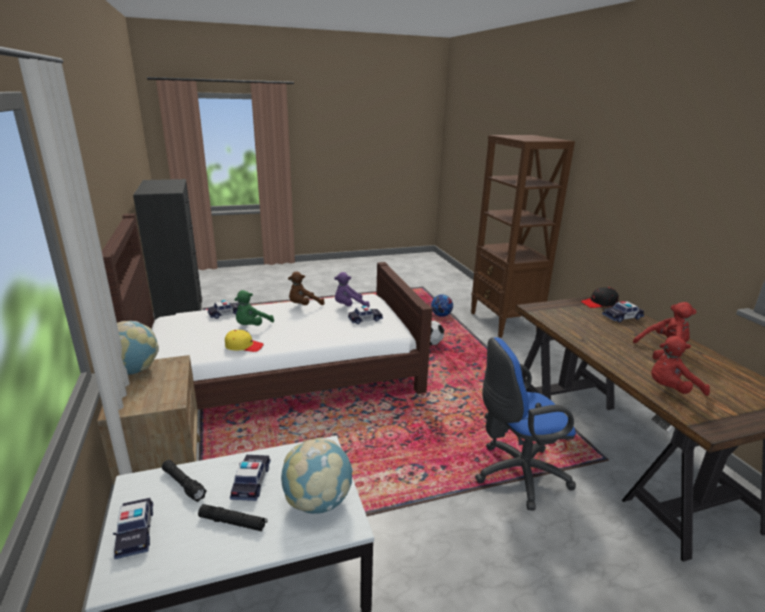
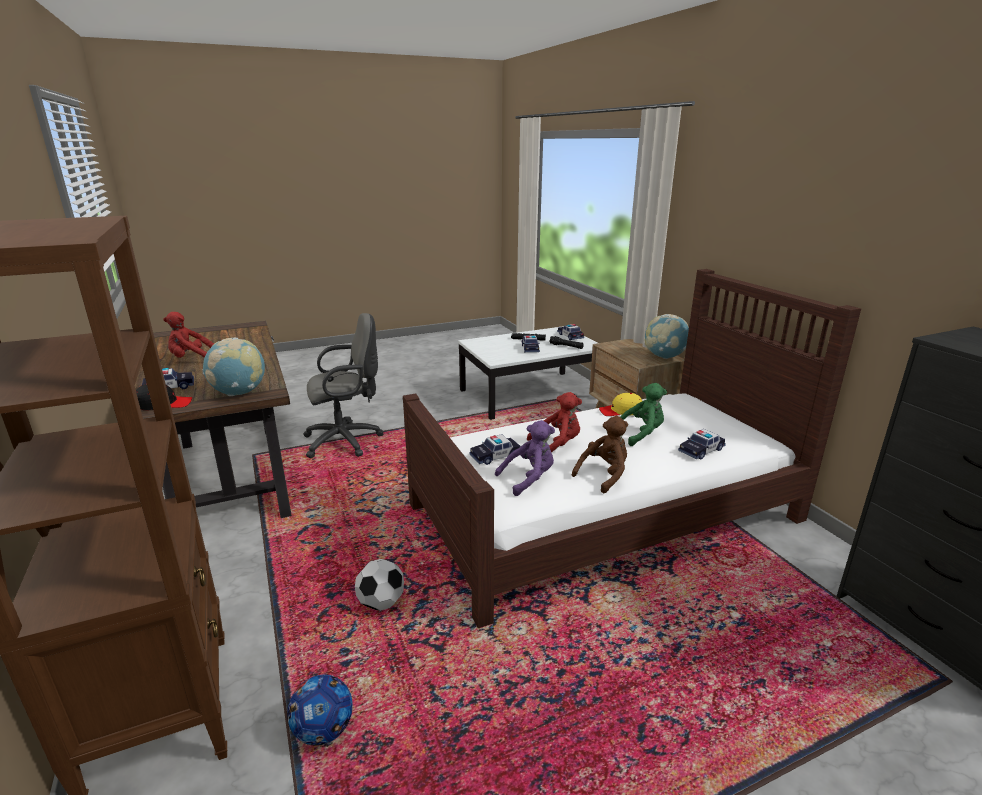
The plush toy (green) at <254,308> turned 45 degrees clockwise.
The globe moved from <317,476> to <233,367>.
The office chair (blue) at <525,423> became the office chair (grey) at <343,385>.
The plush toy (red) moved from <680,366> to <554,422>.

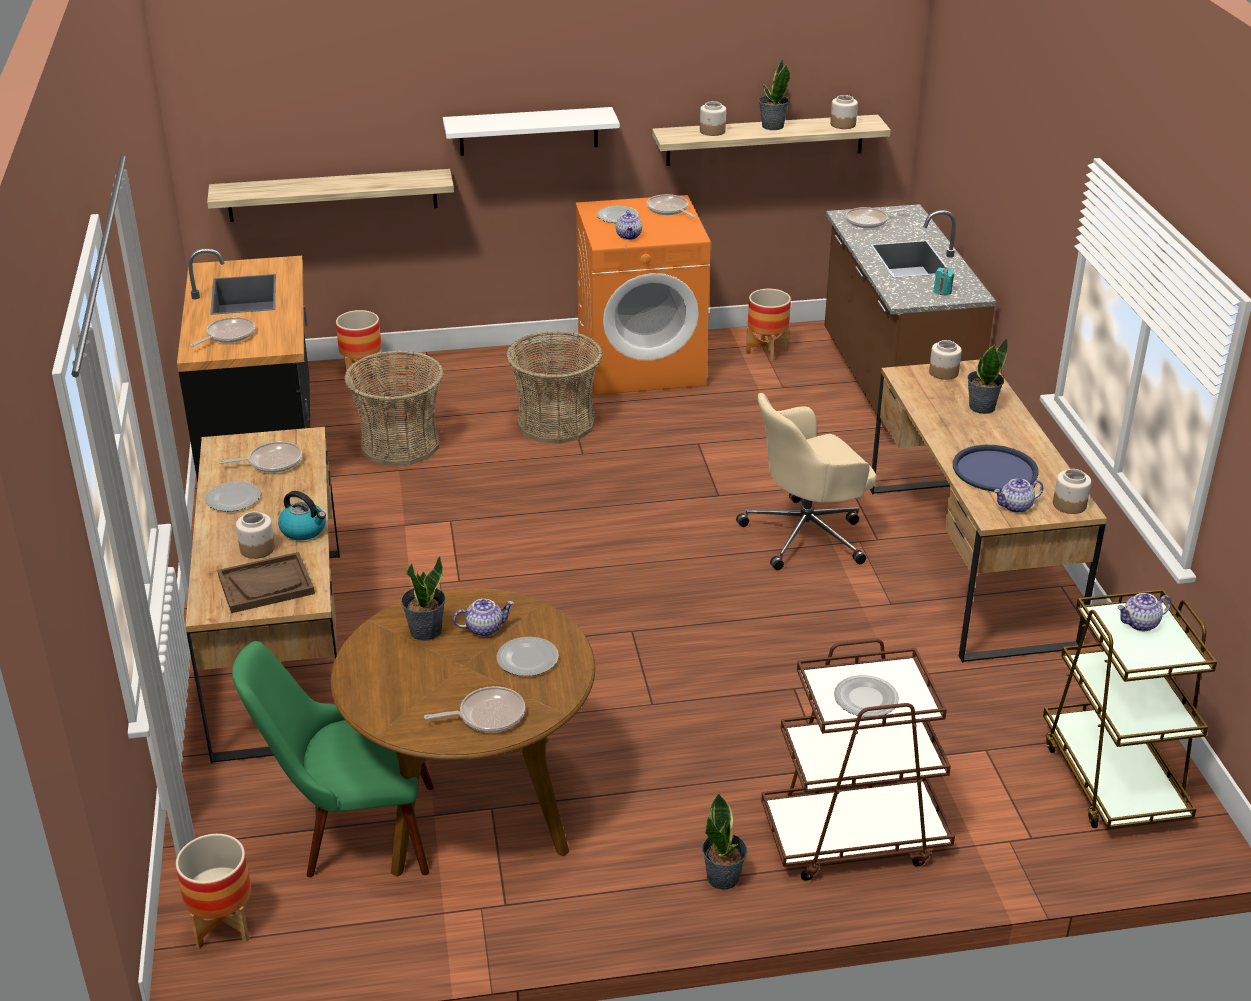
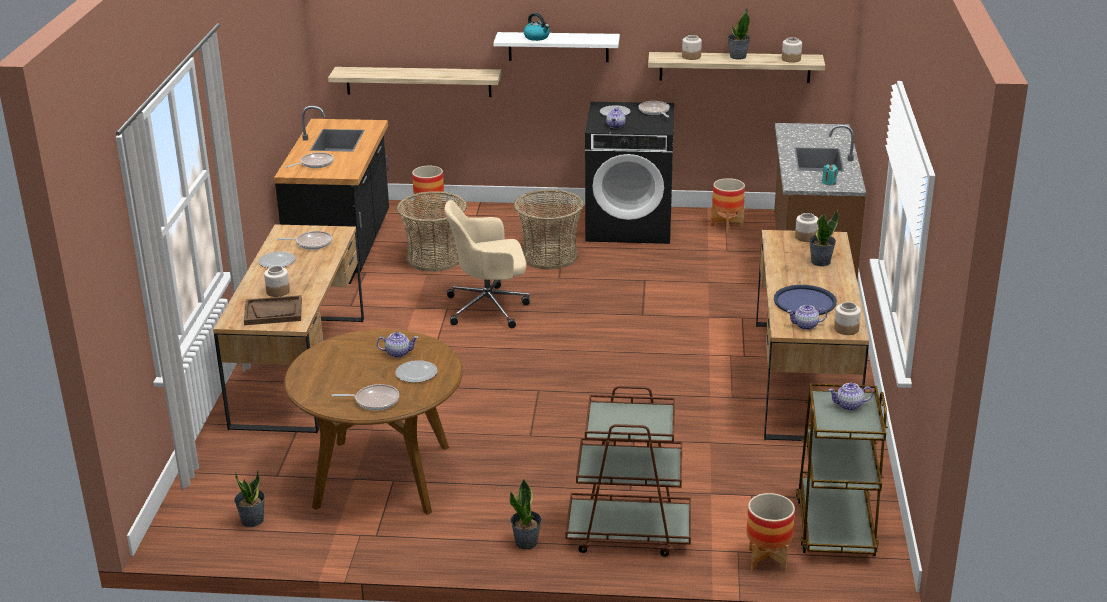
The planter moved from <213,891> to <770,532>.
The chair (green) at <333,759> disappeared.
The kettle moved from <302,515> to <536,27>.
The potted plant moved from <423,598> to <249,498>.
The washing machine (orange) at <643,295> became the washing machine (black) at <629,173>.
The office chair (beige) moved from <806,481> to <487,264>.
The plate at <866,696> disappeared.
The frying pan at <876,217> disappeared.

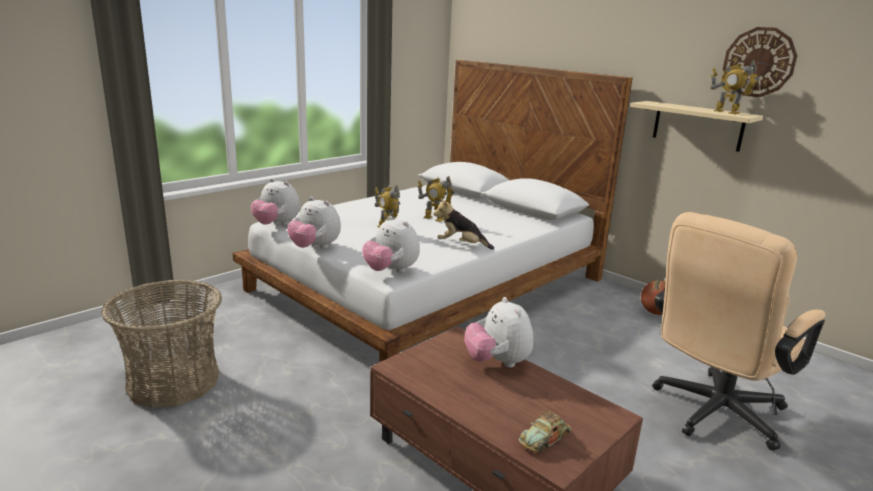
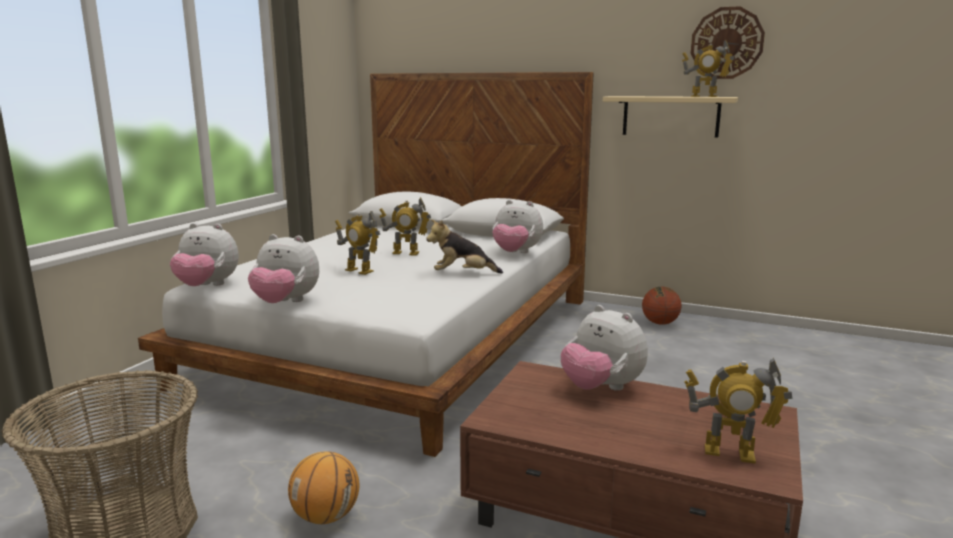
The plush toy moved from <391,244> to <517,226>.
The toy car at <545,431> was replaced by the toy robot at <738,411>.
The office chair (beige) at <738,331> disappeared.
The basketball at <323,487> appeared.

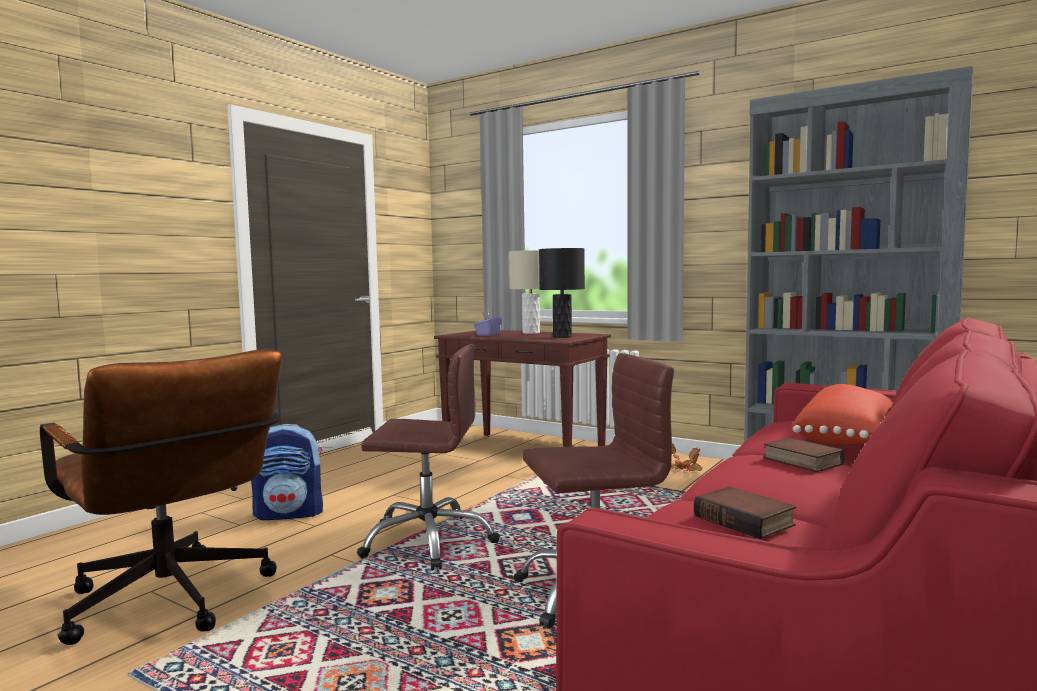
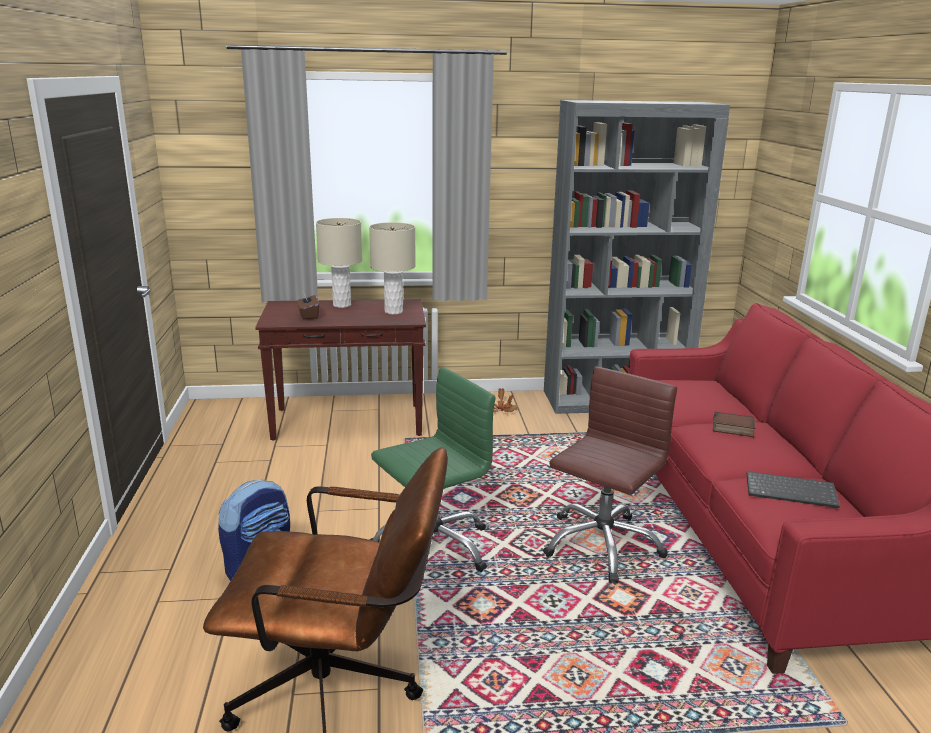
The office chair (brown) at <428,457> became the office chair (green) at <433,469>.
The tissue box (purple) at <488,324> became the tissue box (brown) at <308,306>.
The table lamp (black) at <562,293> became the table lamp (beige) at <392,268>.
The book at <745,512> was replaced by the keyboard at <793,489>.
The pillow (red) at <843,414> disappeared.

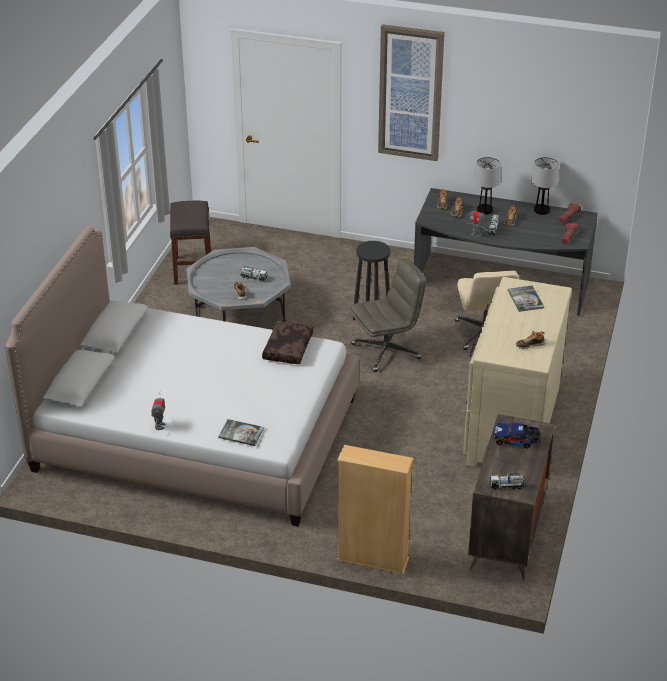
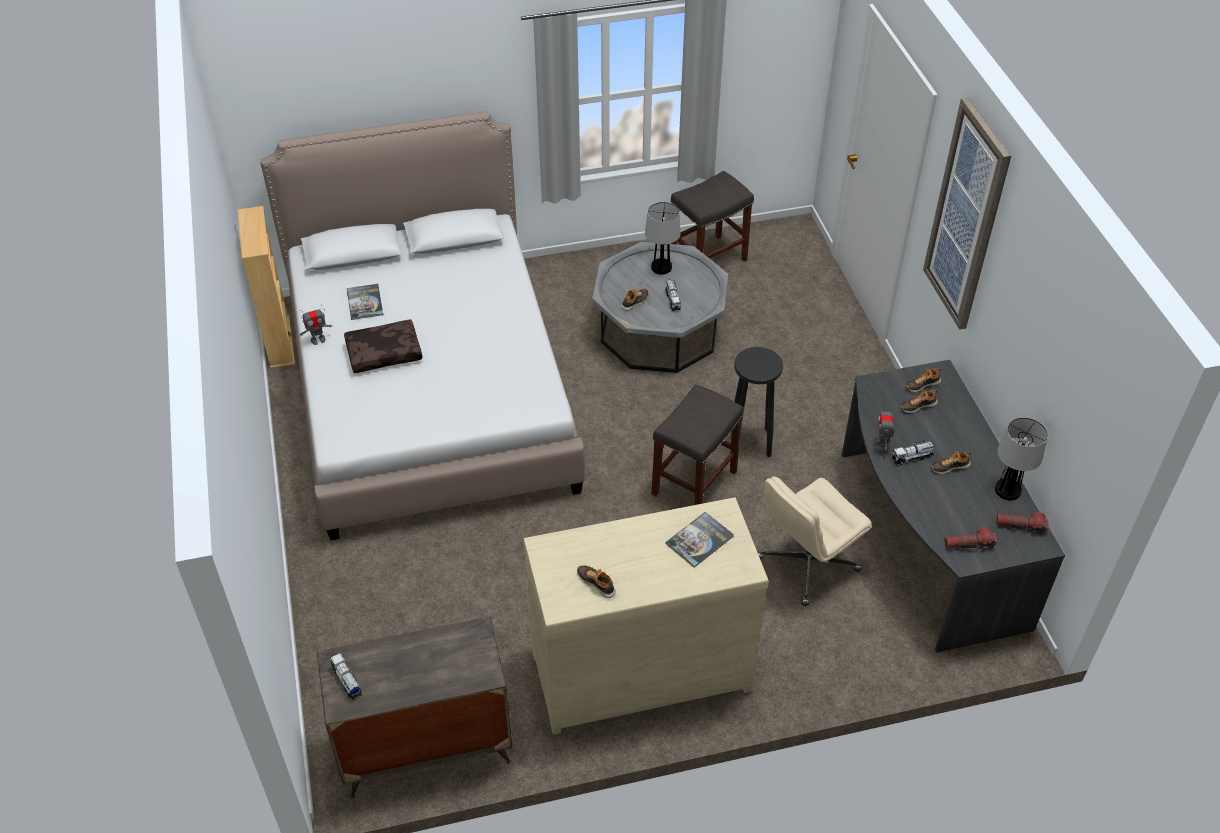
The book moved from <241,432> to <364,302>.
The pillow (brown) moved from <287,342> to <383,346>.
The bookcase (beige) moved from <375,509> to <266,287>.
The office chair (grey) at <388,315> was replaced by the stool (grey) at <697,444>.
The table lamp moved from <487,186> to <663,238>.
The toy truck at <517,436> disappeared.

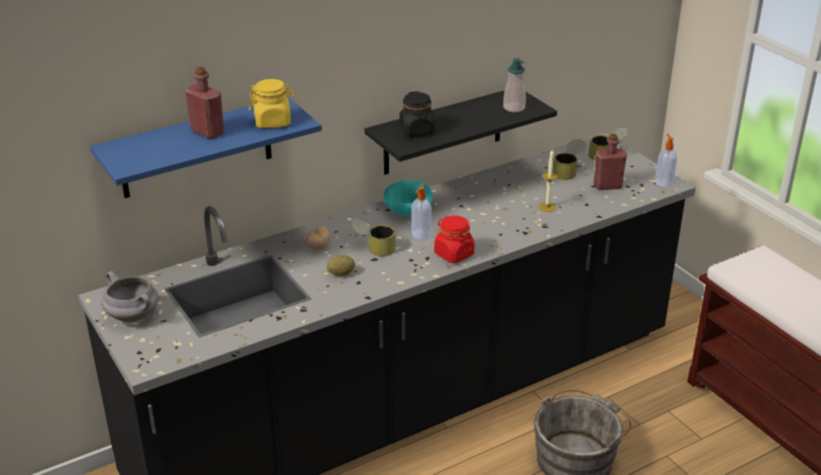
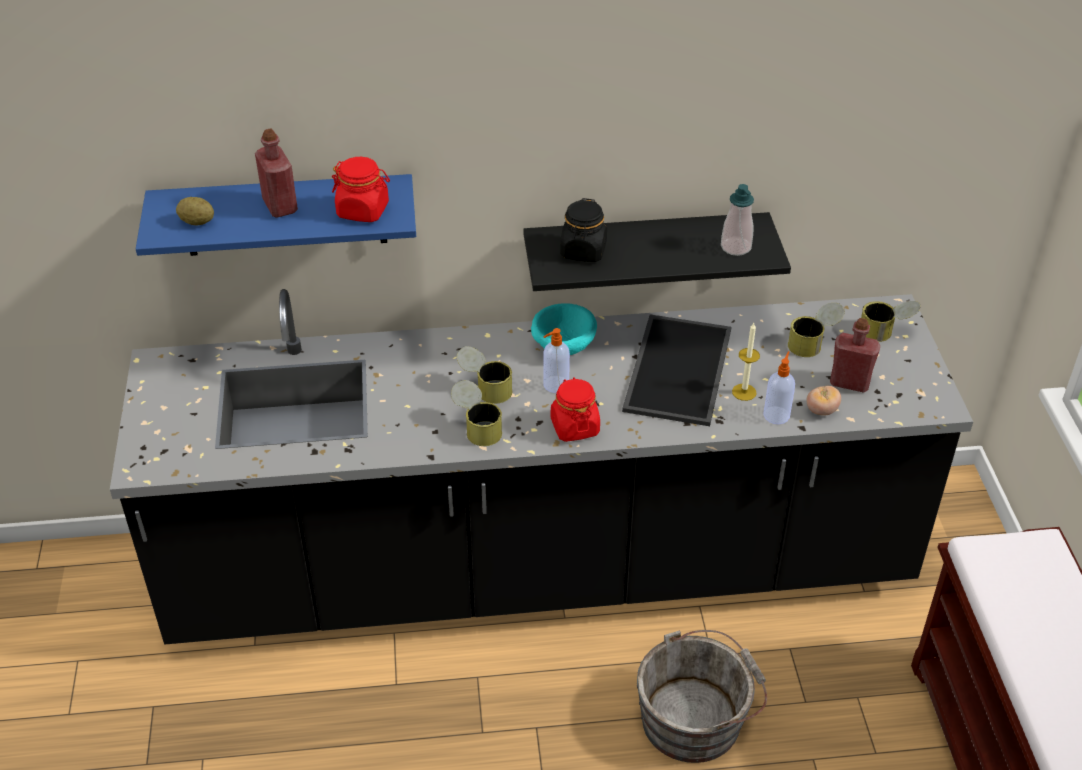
The cooking pot (grey) at <129,296> disappeared.
The jar (yellow) at <271,103> became the jar (red) at <361,189>.
The tomato moved from <317,238> to <823,401>.
The potato moved from <341,265> to <195,211>.
The soap dispenser moved from <666,160> to <779,387>.
The can at <476,413> appeared.
The tray at <676,370> appeared.

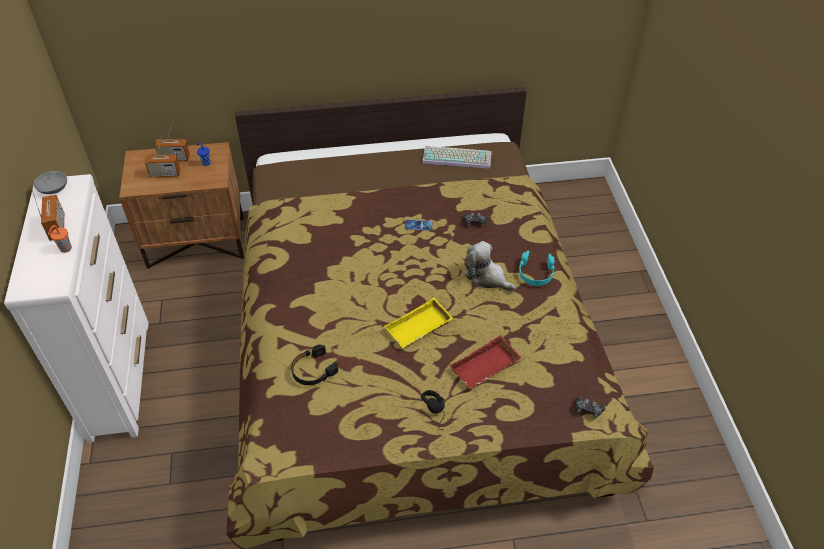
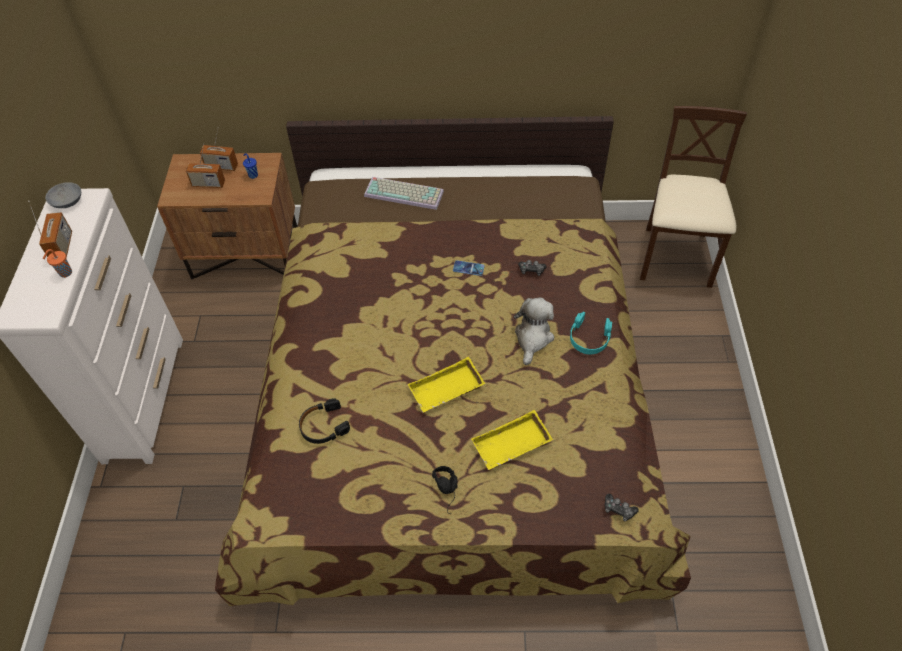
The keyboard moved from <457,157> to <404,193>.
The tray (red) at <485,362> became the tray (yellow) at <512,440>.
The plush toy at <490,266> turned 60 degrees clockwise.
The chair (beige) at <693,197> appeared.

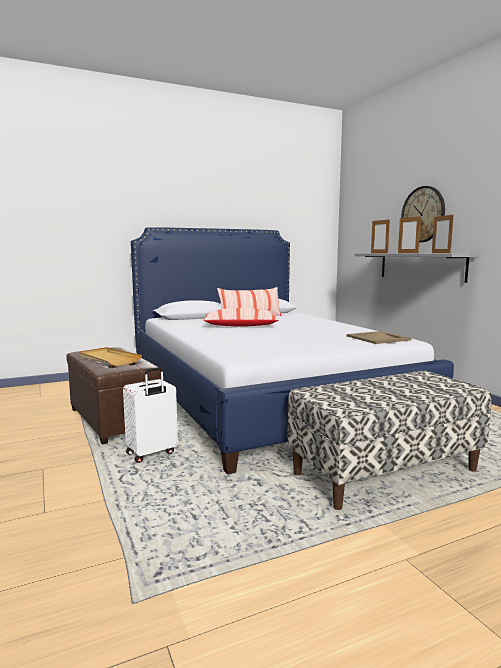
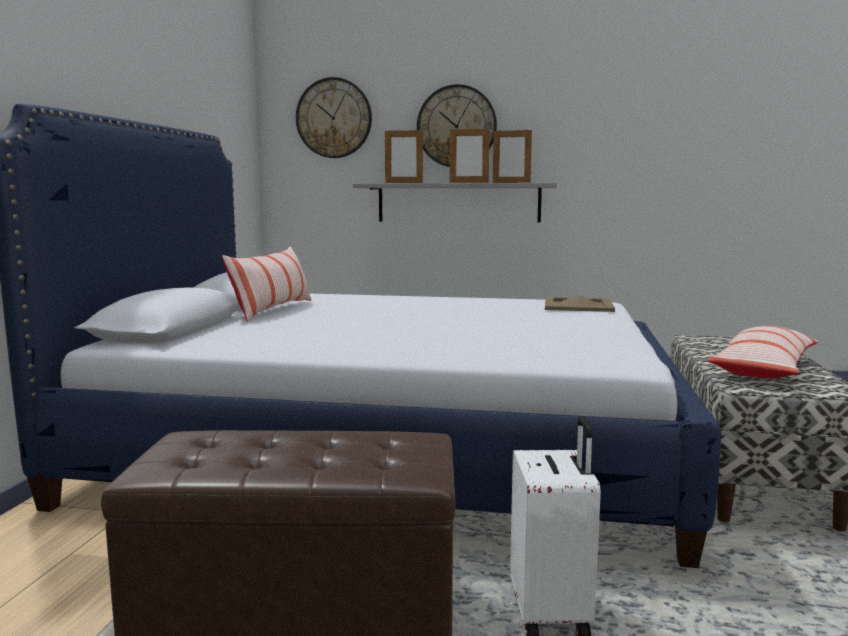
The tray (beige) at <110,356> disappeared.
The pillow moved from <241,317> to <762,352>.
The wall clock at <334,117> appeared.

